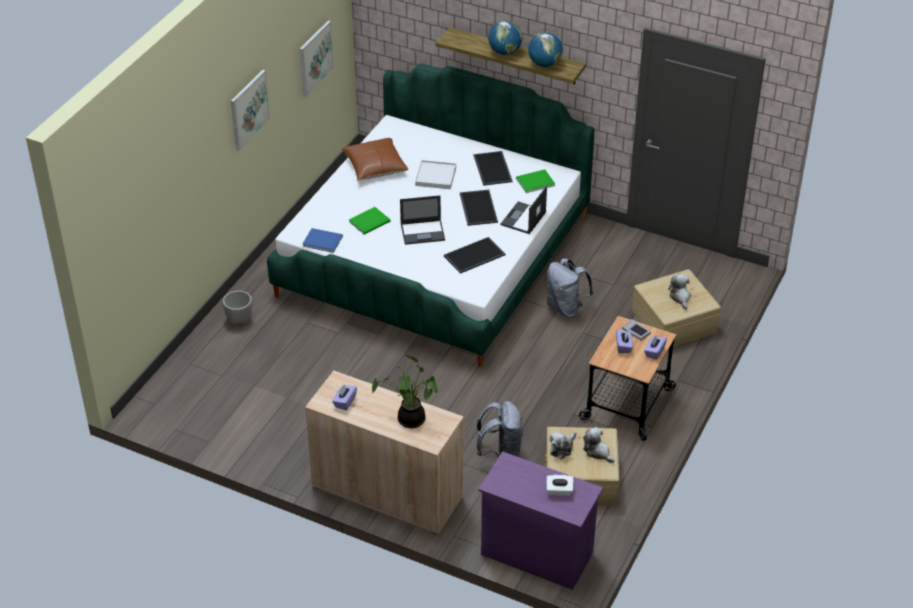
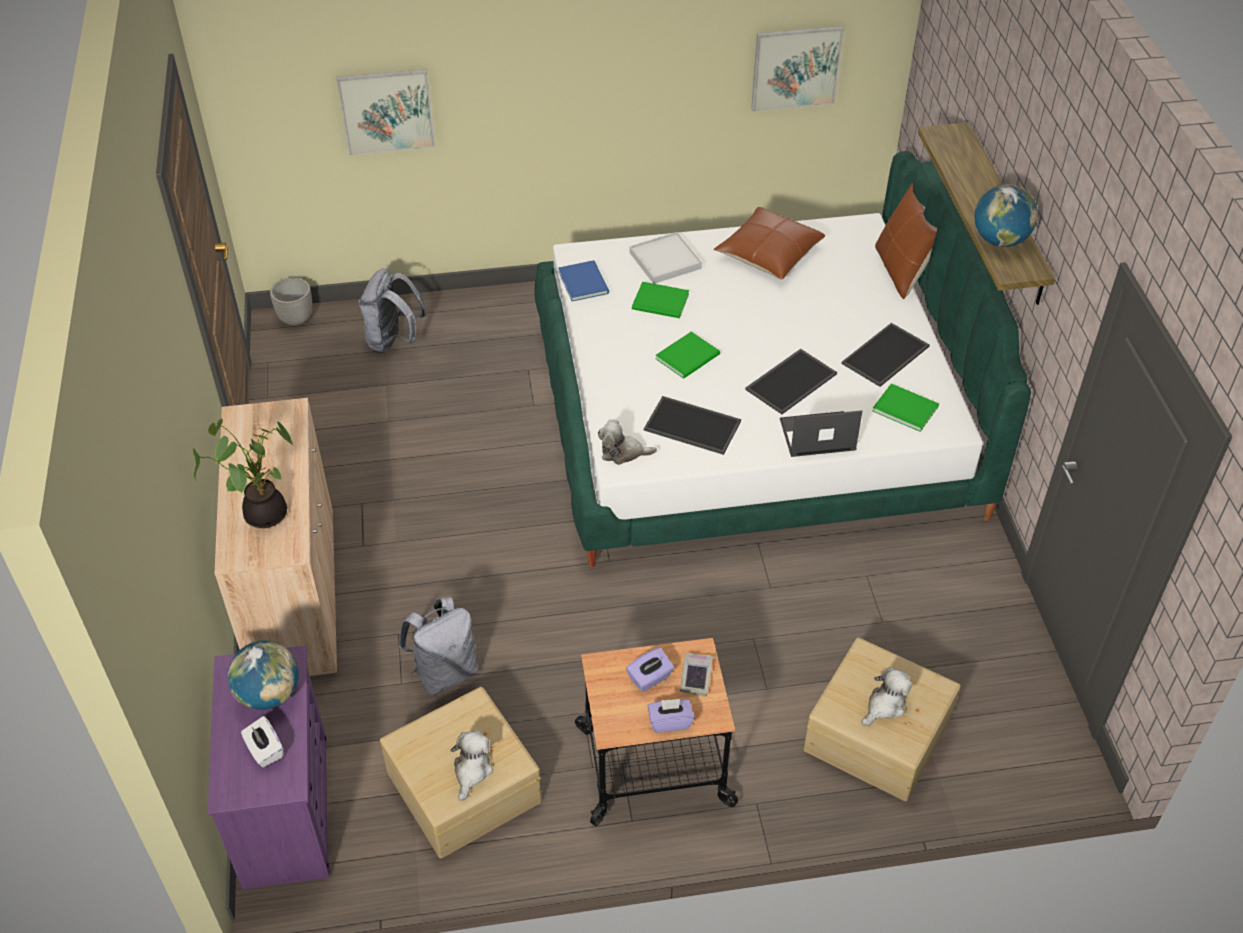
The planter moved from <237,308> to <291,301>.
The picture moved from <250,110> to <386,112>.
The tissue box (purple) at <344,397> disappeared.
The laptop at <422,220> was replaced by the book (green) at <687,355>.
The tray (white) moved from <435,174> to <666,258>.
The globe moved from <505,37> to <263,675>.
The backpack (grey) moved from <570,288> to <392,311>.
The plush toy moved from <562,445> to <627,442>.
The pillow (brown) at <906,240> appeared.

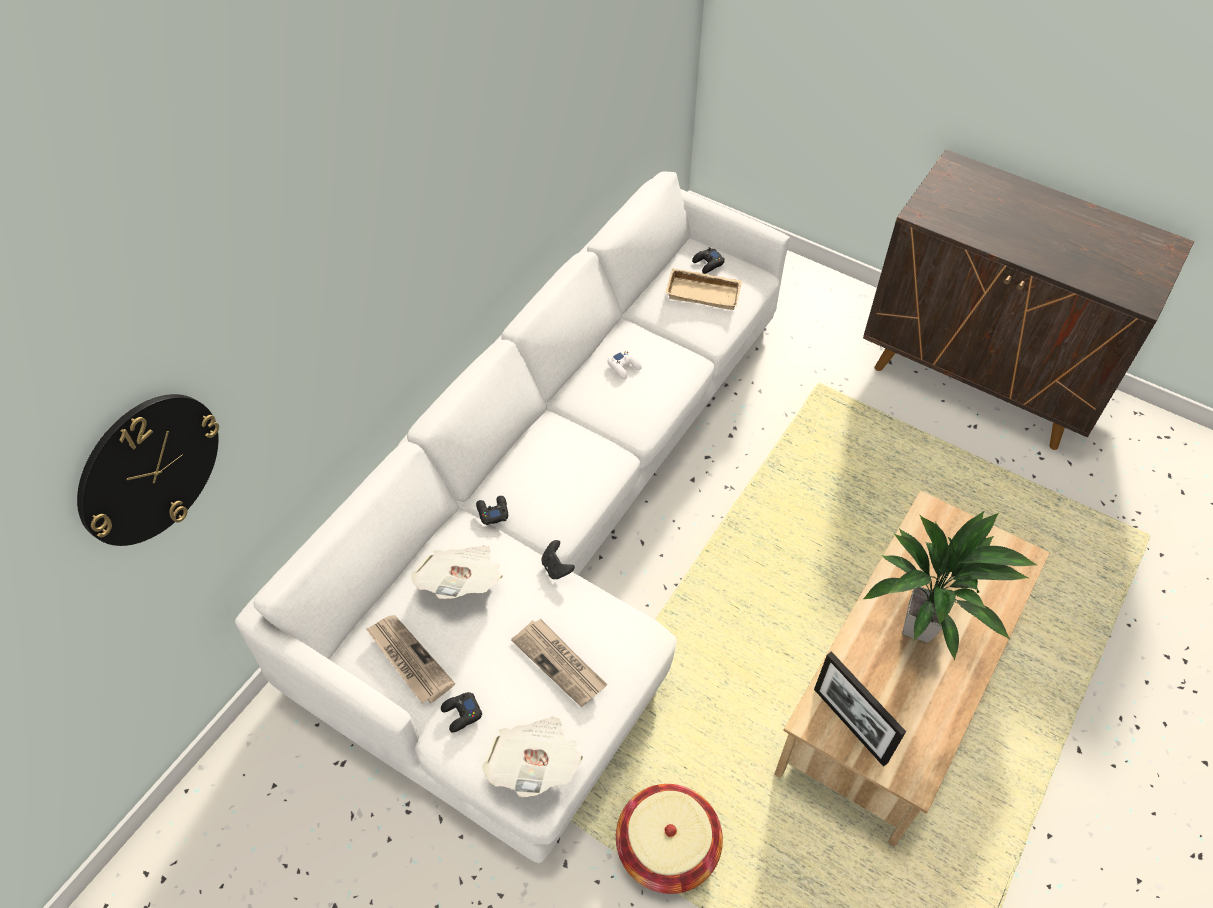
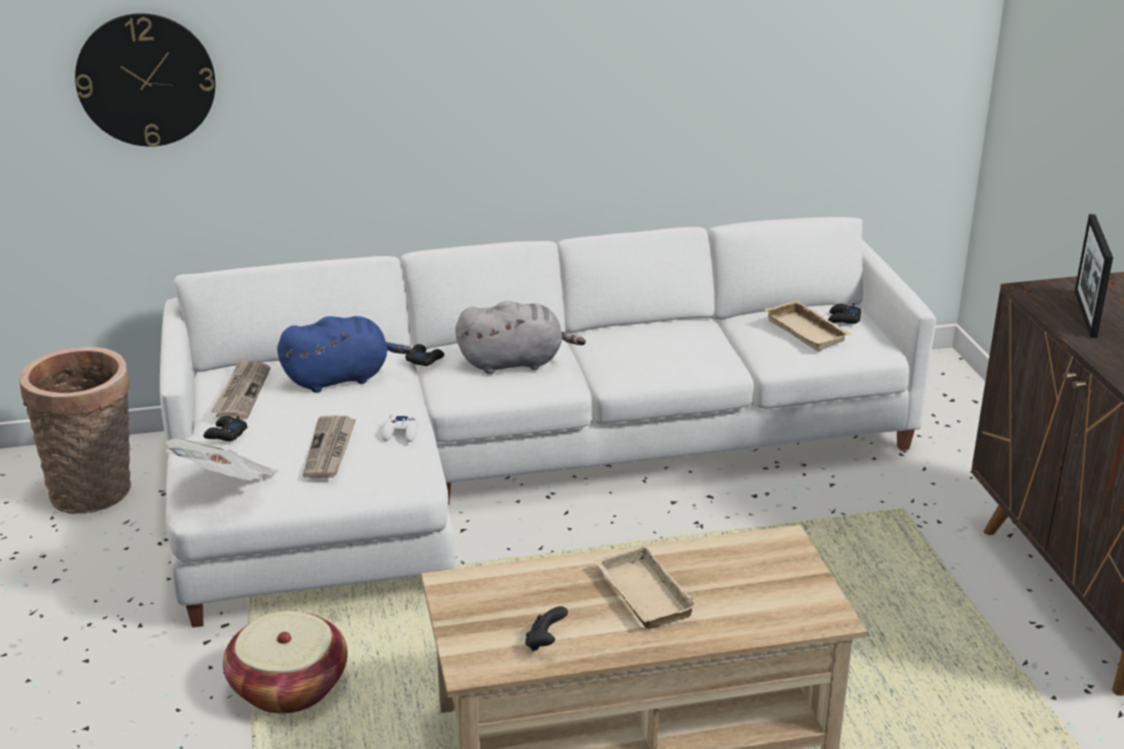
The newspaper at <457,572> was replaced by the plush toy (blue) at <344,354>.
The game controller (black) moved from <558,559> to <546,628>.
The game controller (white) moved from <624,364> to <400,428>.
The picture frame moved from <860,709> to <1094,276>.
The potted plant at <951,586> was replaced by the tray (beige) at <646,587>.
The basket at <75,430> appeared.
The plush toy (grey) at <520,337> appeared.

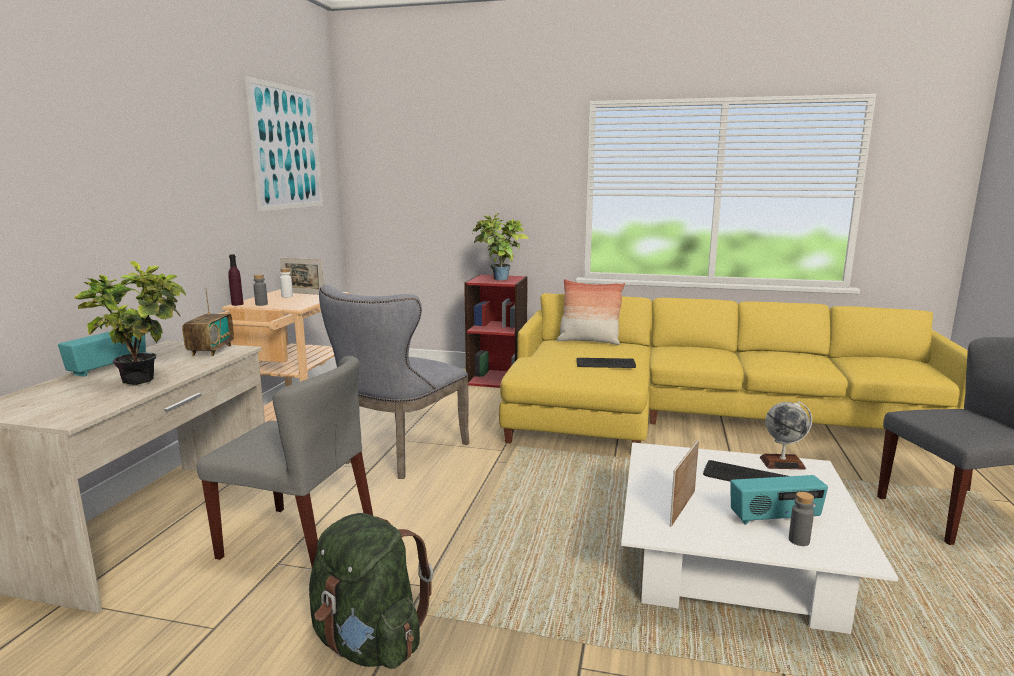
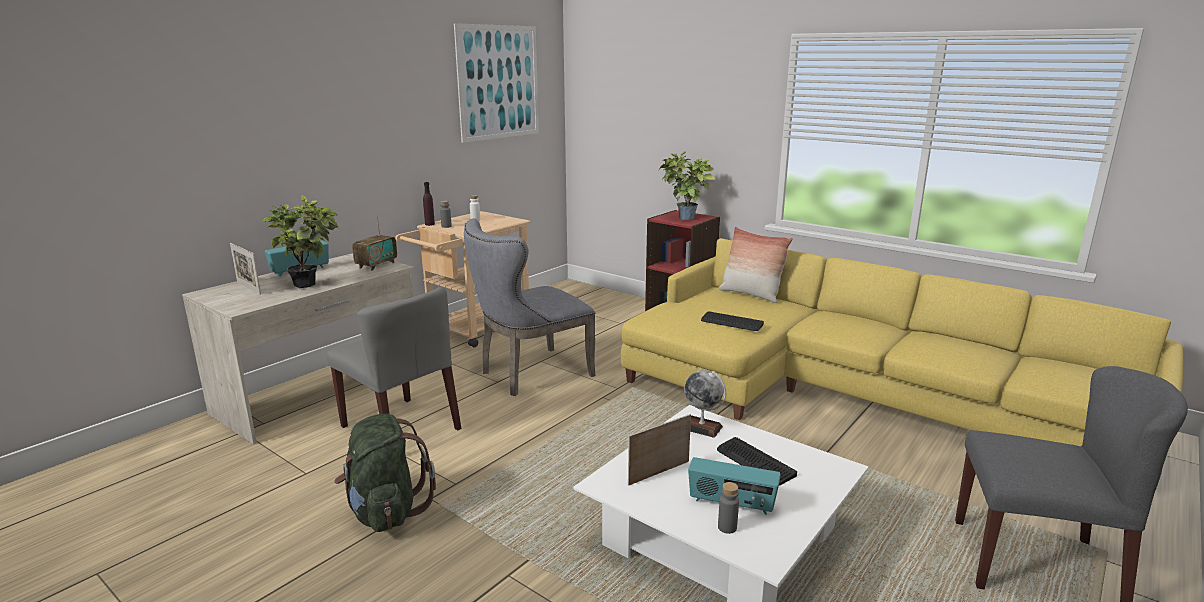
The picture frame moved from <302,276> to <245,269>.
The globe moved from <786,435> to <705,404>.

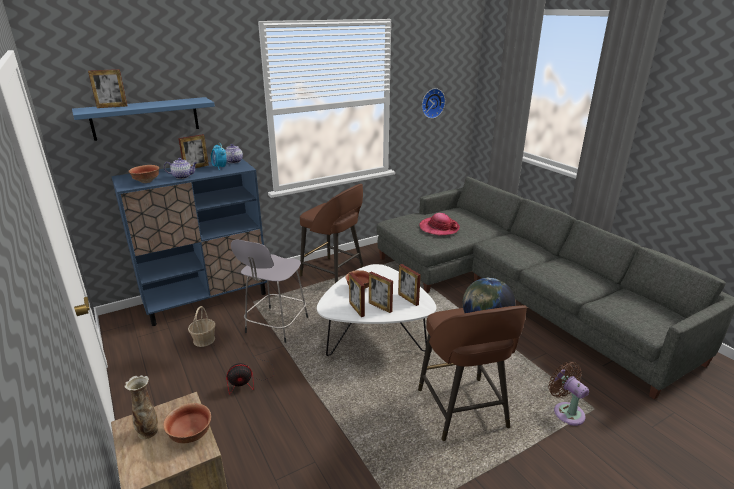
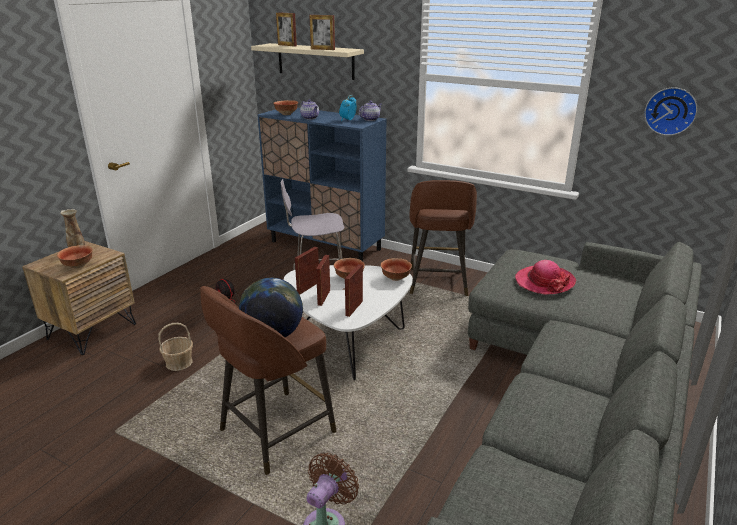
The shelf (blue) at <143,119> became the shelf (beige) at <307,61>.
The picture frame moved from <193,151> to <322,32>.
The basket moved from <202,326> to <175,347>.
The bowl at <396,269> appeared.

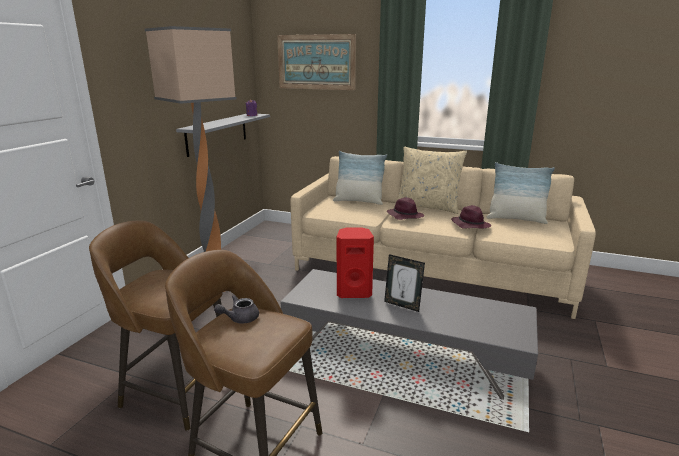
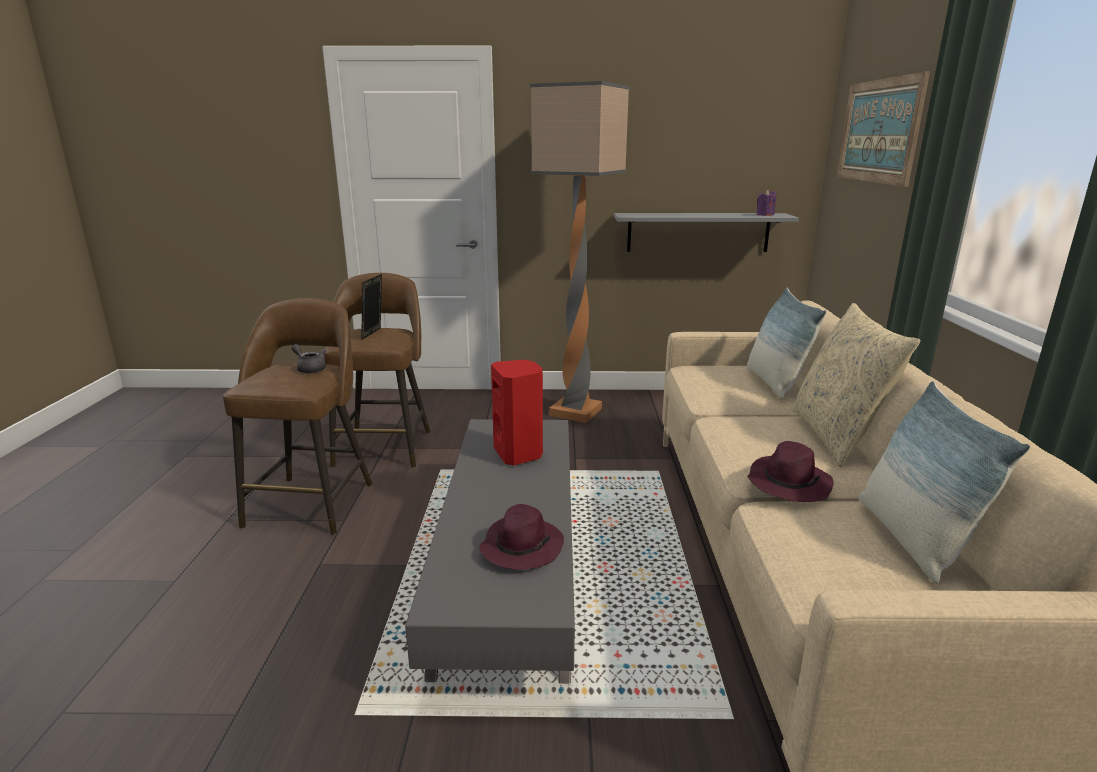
The picture frame moved from <404,283> to <371,307>.
The hat (purple) moved from <405,208> to <521,537>.

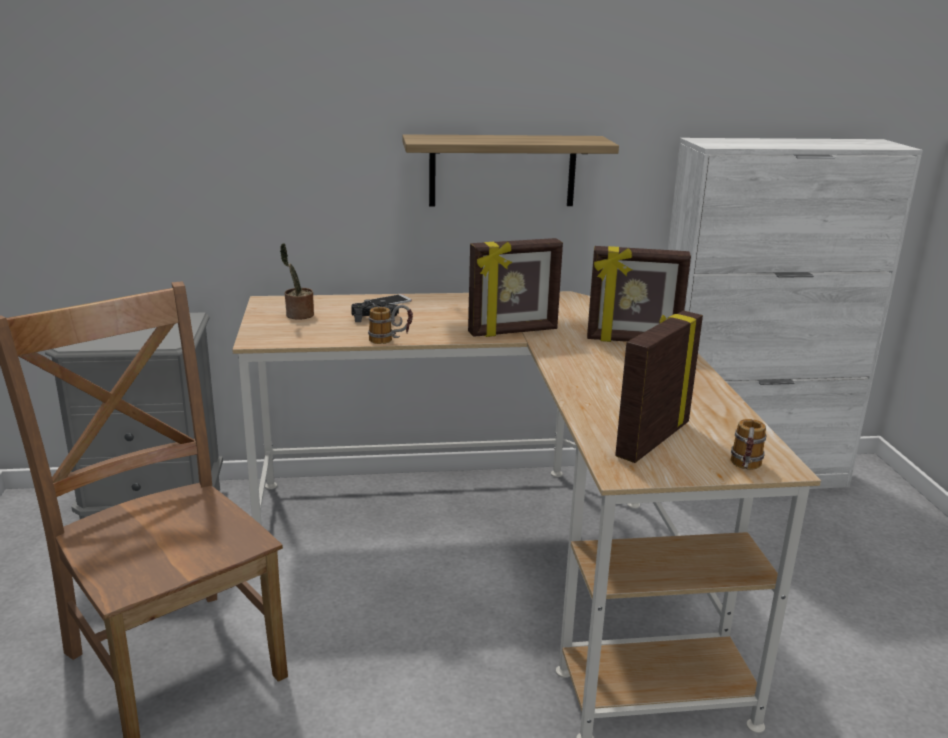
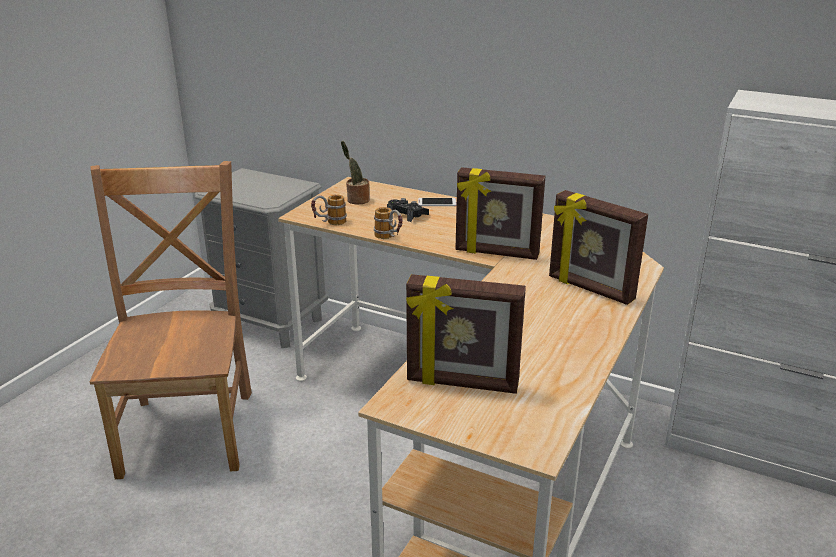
The shelf at <510,170> disappeared.
The picture frame at <659,387> turned 150 degrees counterclockwise.
The mug moved from <748,444> to <329,209>.

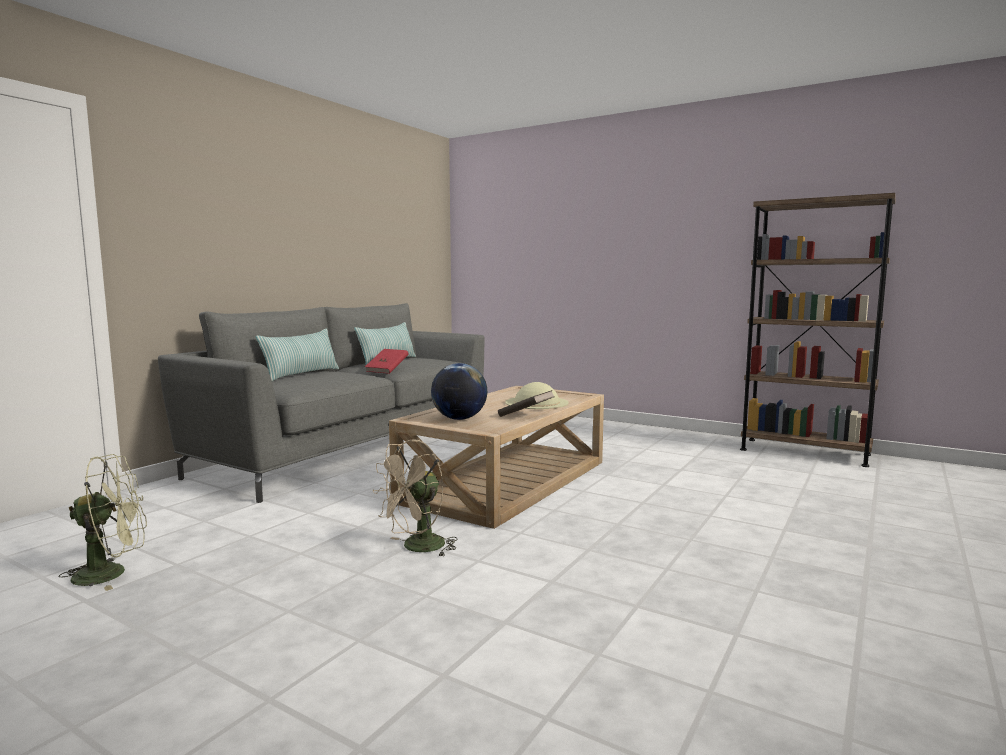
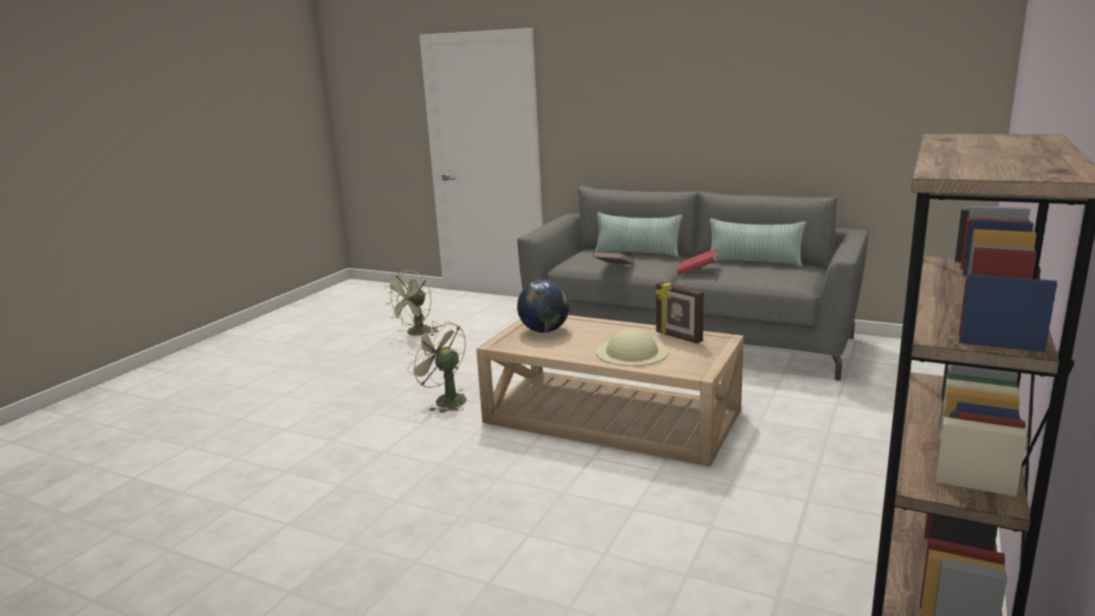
The fan (green) at <103,522> turned 60 degrees clockwise.
The book (brown) moved from <526,403> to <614,258>.
The picture frame at <679,313> appeared.

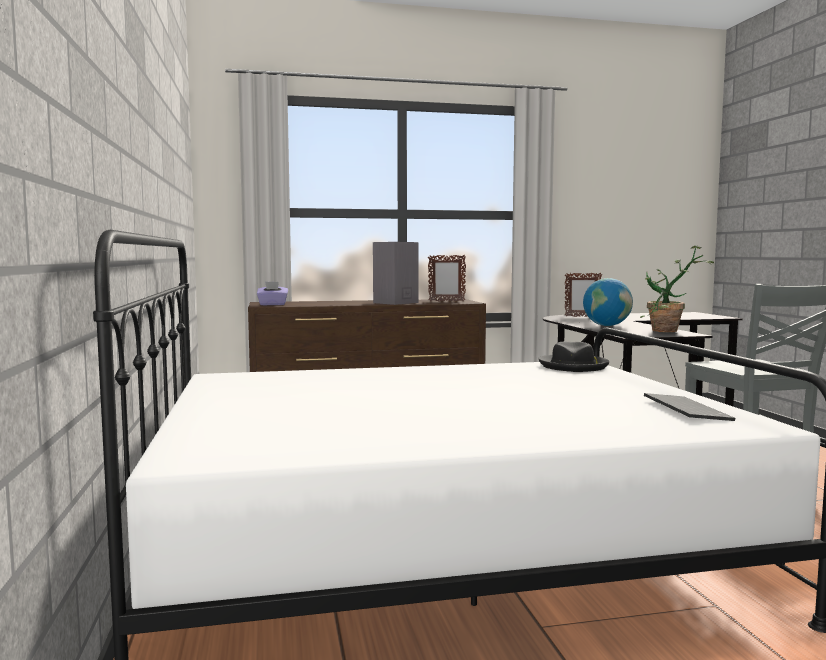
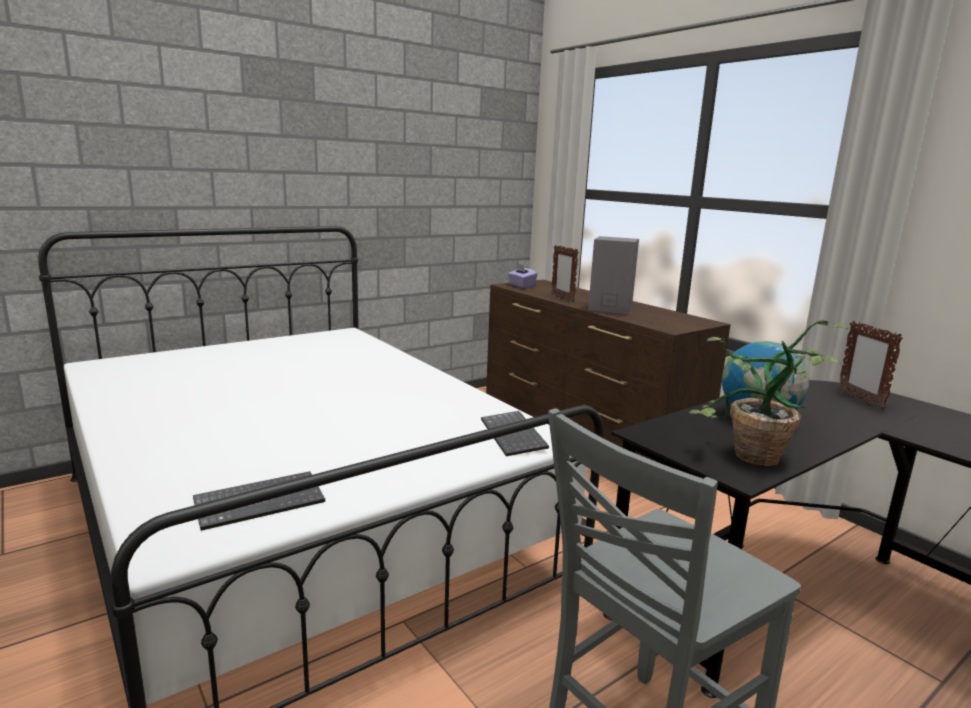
The picture frame moved from <447,278> to <564,273>.
The hat (black) at <573,357> was replaced by the keyboard at <515,433>.

